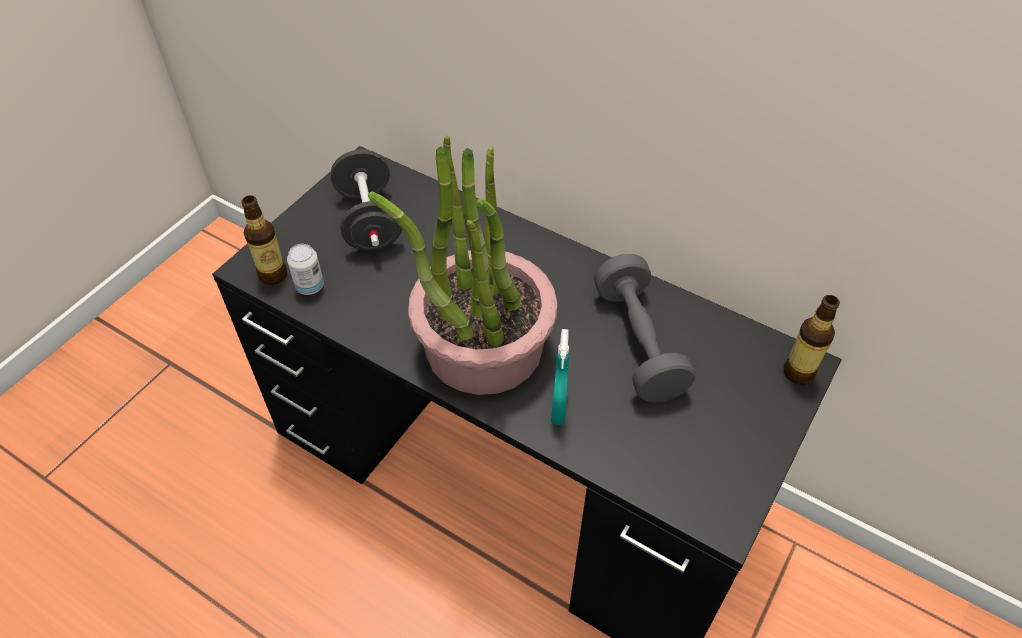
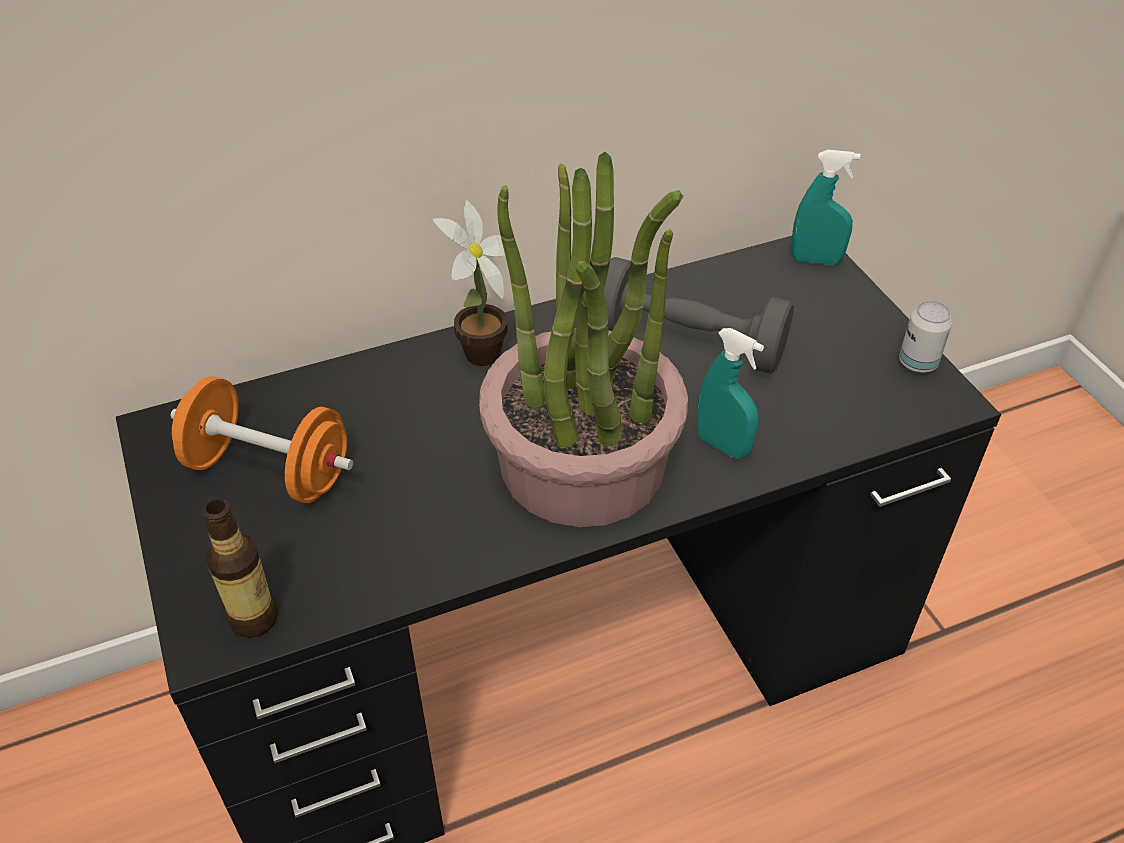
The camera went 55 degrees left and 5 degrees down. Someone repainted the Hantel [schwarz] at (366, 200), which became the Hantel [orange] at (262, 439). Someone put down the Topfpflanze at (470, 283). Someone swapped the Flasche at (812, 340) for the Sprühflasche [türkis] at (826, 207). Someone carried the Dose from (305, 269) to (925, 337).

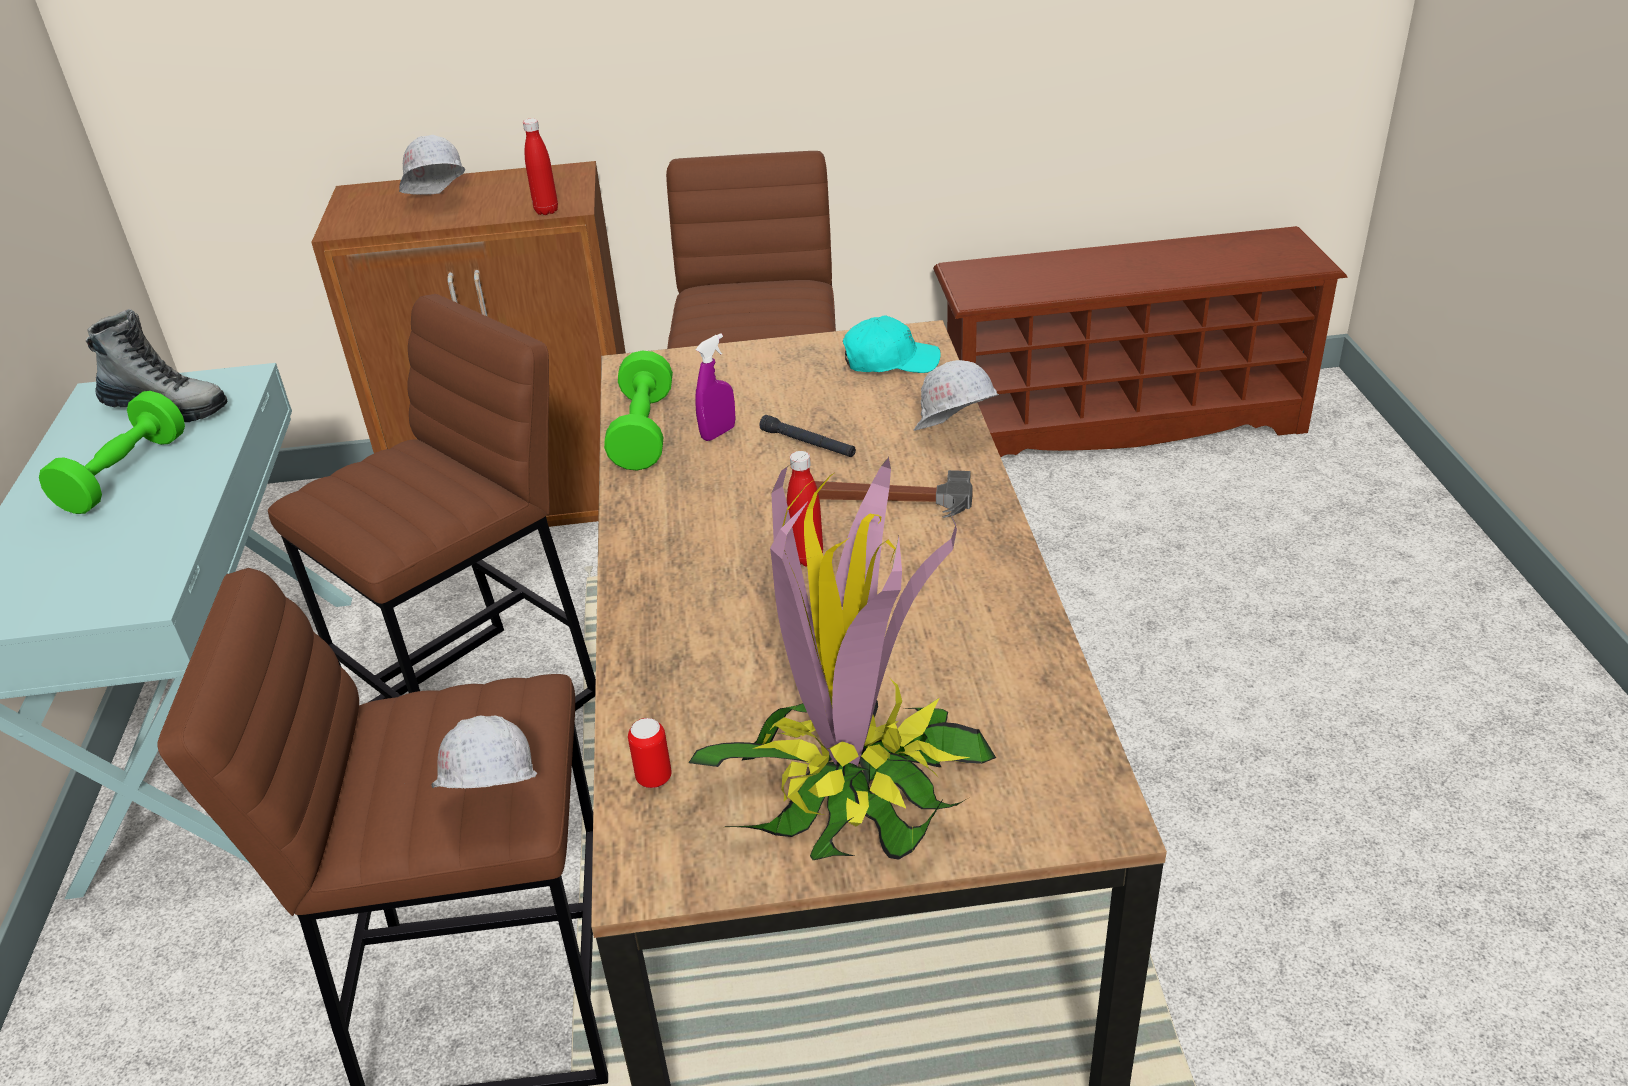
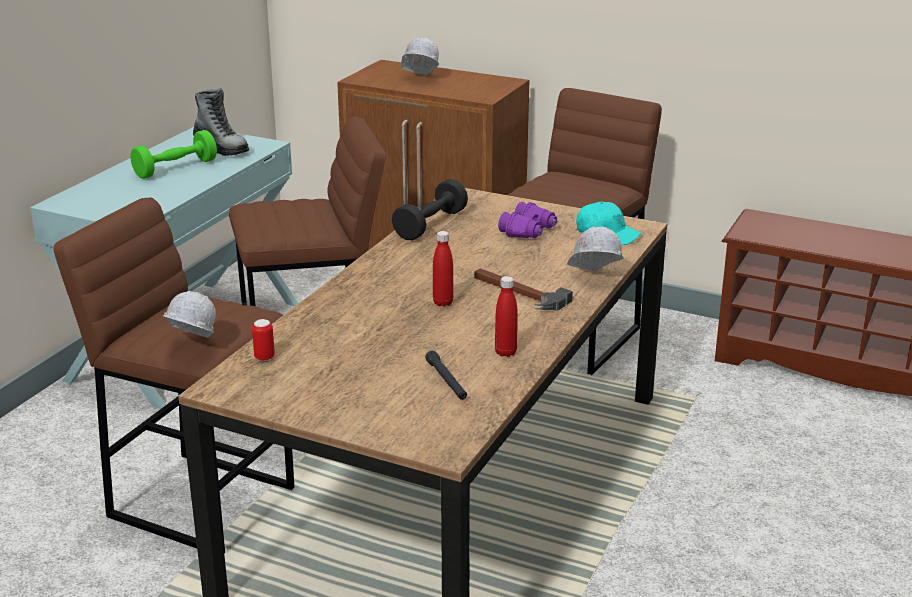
The camera went 30 degrees right and 10 degrees down. Someone repainted the Hantel [grün] at (638, 410), which became the Hantel [schwarz] at (430, 209). Someone carried the Taschenlampe [schwarz] from (807, 436) to (446, 375). Someone carried the Flasche [rot] from (540, 166) to (506, 316). Someone put down the Fernglas [lila] at (527, 220). Someone took away the Topfpflanze at (842, 658). Someone took away the Sprühflasche [lila] at (715, 387).

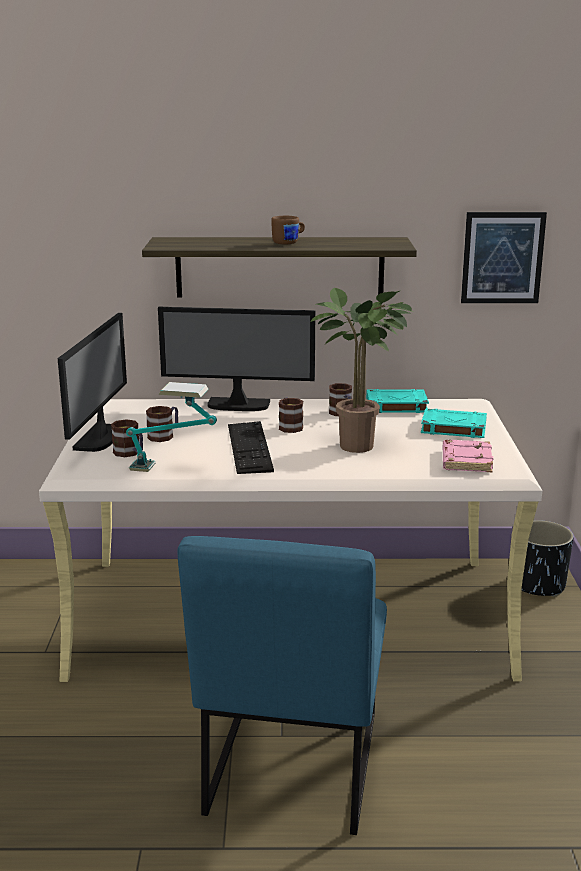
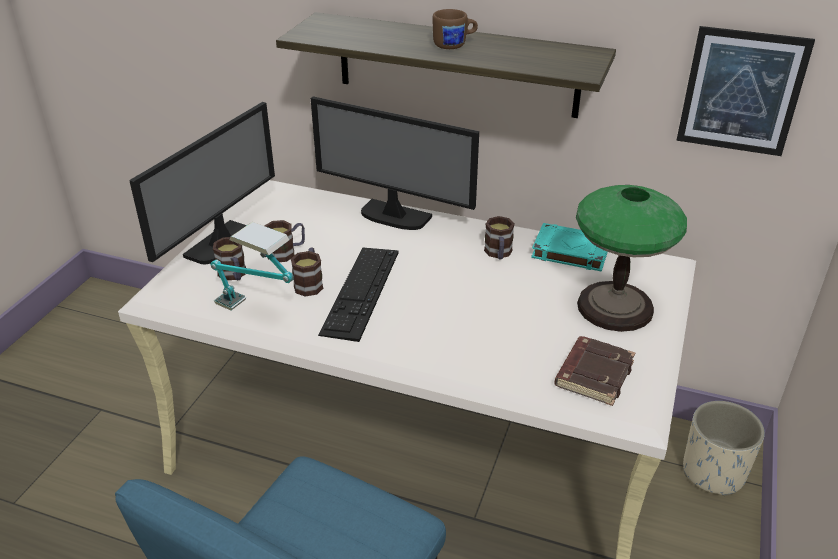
The camera went 20 degrees right and 15 degrees up. Someone carried the Henkelbecher from (291, 415) to (307, 272). Someone repainted the Buch [rosa] at (468, 456), which became the Buch [braun] at (595, 371). Someone swapped the Buch [türkis] at (454, 423) for the Tischlampe at (631, 258). Someone repainted the Pflanzkübel [schwarz] at (547, 558), which became the Pflanzkübel [beige] at (724, 448). Someone took away the Topfpflanze at (361, 370).

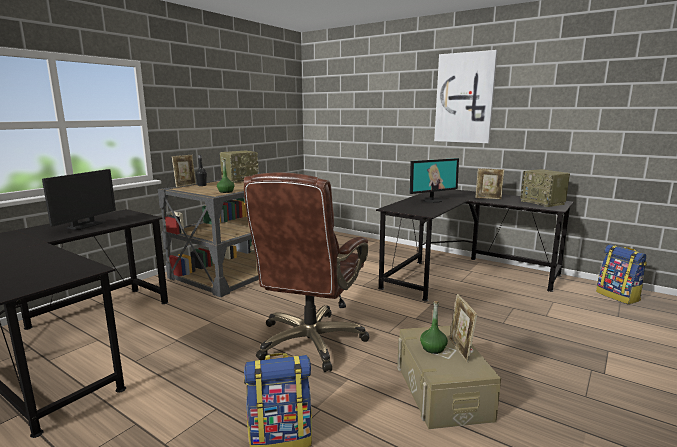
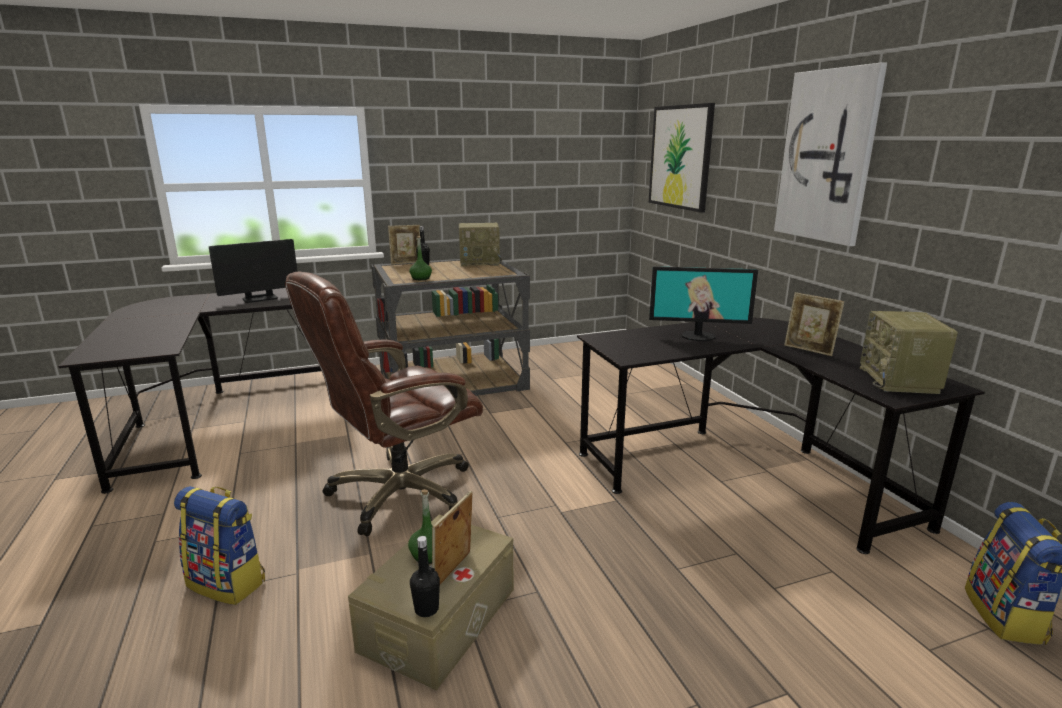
The camera went 35 degrees right and 5 degrees up. Someone put down the Flasche [schwarz] at (425, 576). Someone put up the Bild at (682, 158).

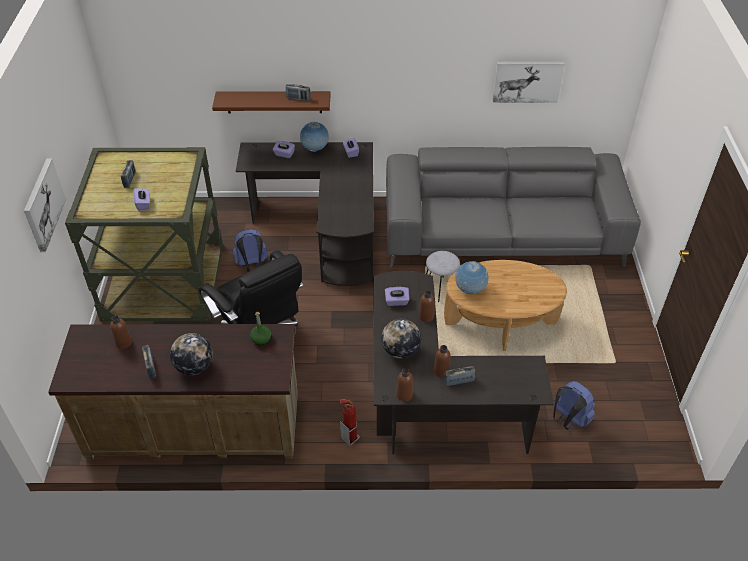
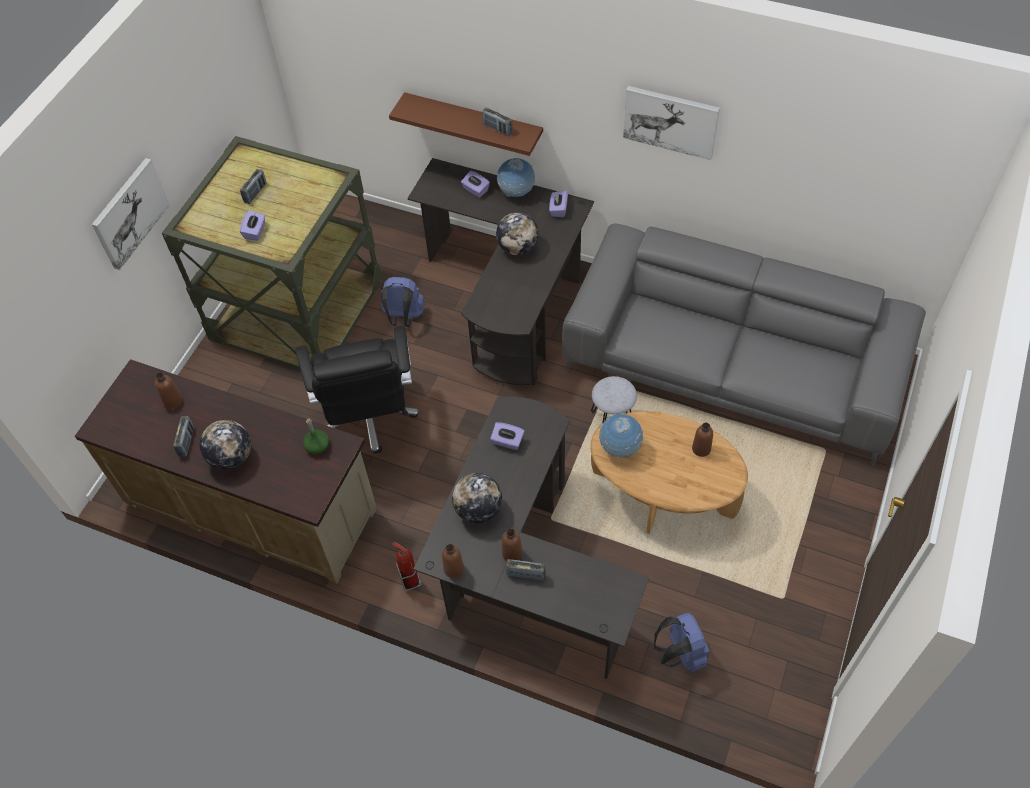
The camera went 25 degrees right and 10 degrees up. Someone put down the Globus at (517, 233). Someone carried the Bild from (529, 82) to (671, 123). Someone carried the Flasche [braun] from (426, 306) to (702, 440).

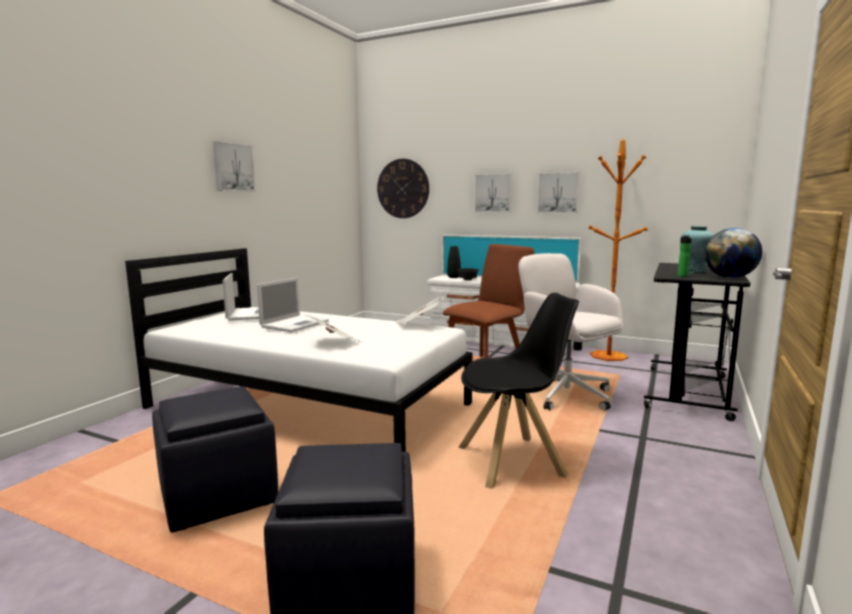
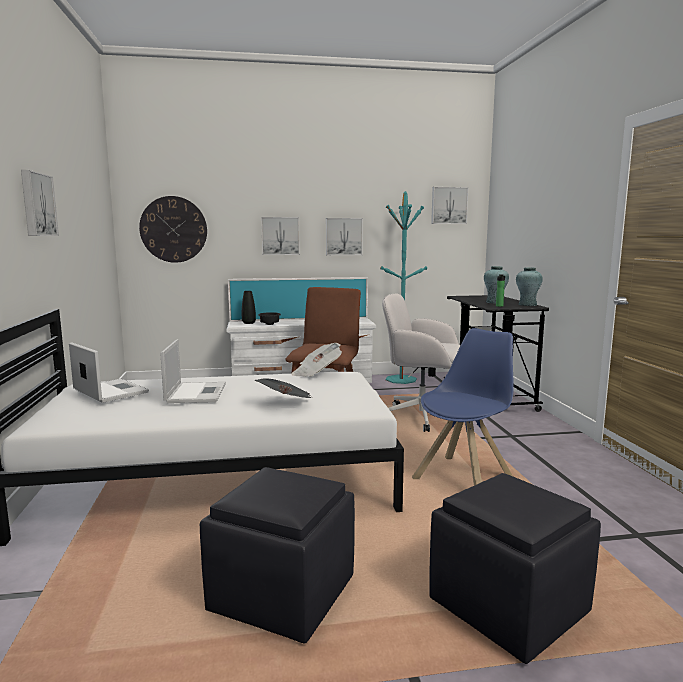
The camera went 35 degrees left and 0 degrees up. Someone repainted the Kleiderständer [orange] at (618, 250), which became the Kleiderständer [türkis] at (403, 287). Someone repainted the Stuhl [schwarz] at (518, 391), which became the Stuhl [blau] at (463, 407). Someone put up the Bild at (449, 205). Someone swapped the Globus at (733, 253) for the Vase [türkis] at (529, 286).

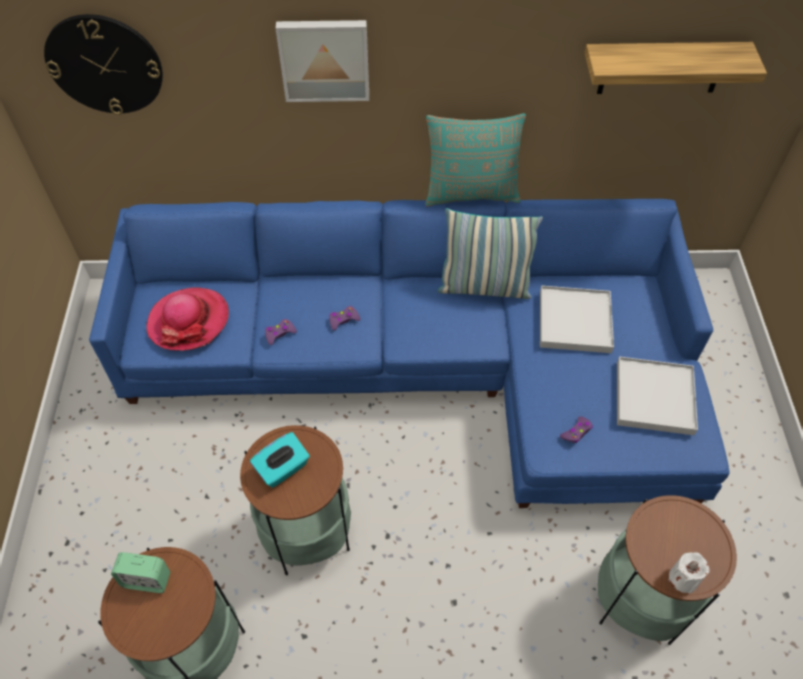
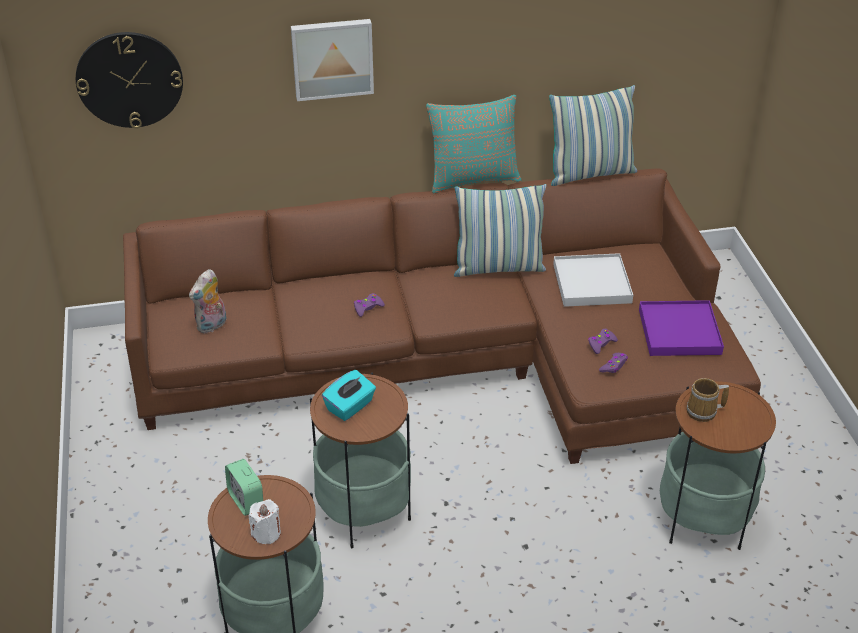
The camera went 10 degrees left and 15 degrees down. Someone repainted the Sofa [blau] at (409, 353), which became the Sofa [braun] at (442, 316). Someone swapped the Hut at (187, 319) for the Plüschtier at (208, 301). Someone rotated the Wecker at (140, 572) by 60 degrees clockwise. Someone carried the Kerze [weiß] from (688, 573) to (265, 521). Someone put down the Kissen at (593, 135). Someone carried the Gamepad [lila] from (281, 332) to (603, 341). Someone repainted the Tablett [weiß] at (657, 396), which became the Tablett [lila] at (681, 328). Someone put down the Henkelbecher at (708, 400). Someone took away the Wandregal at (676, 68).

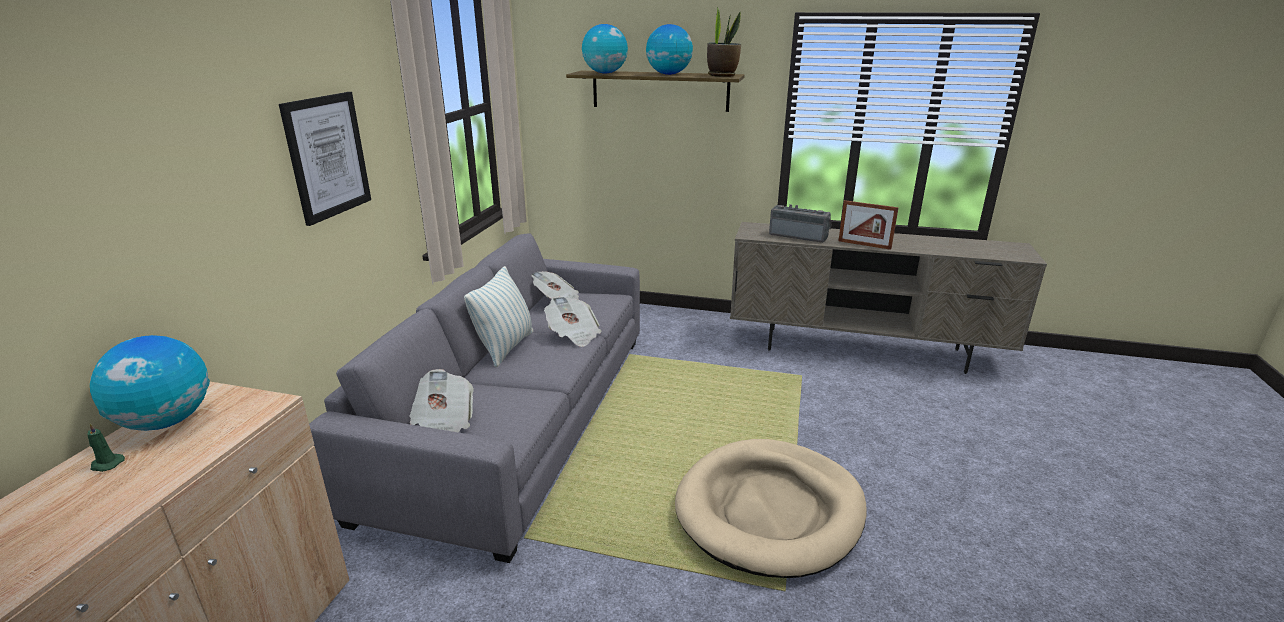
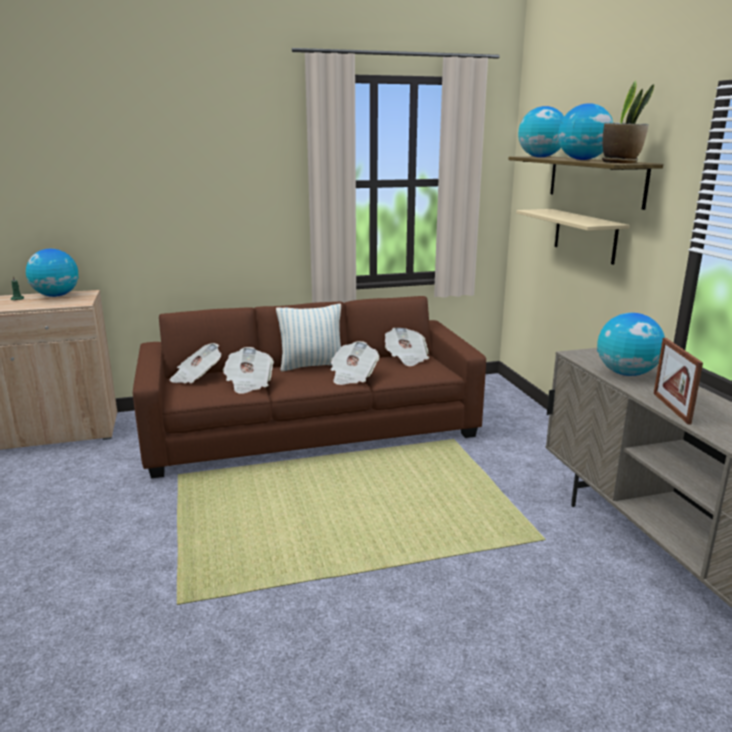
The camera went 60 degrees right and 5 degrees down. Someone repainted the Sofa [grau] at (474, 398), which became the Sofa [braun] at (309, 387). Someone put down the Zeitung at (248, 370). Someone put up the Wandregal [beige] at (573, 237). Someone swapped the Radio at (800, 223) for the Globus at (631, 344). Someone took away the Bild at (325, 159). Someone took away the Hundebett [beige] at (771, 508).

